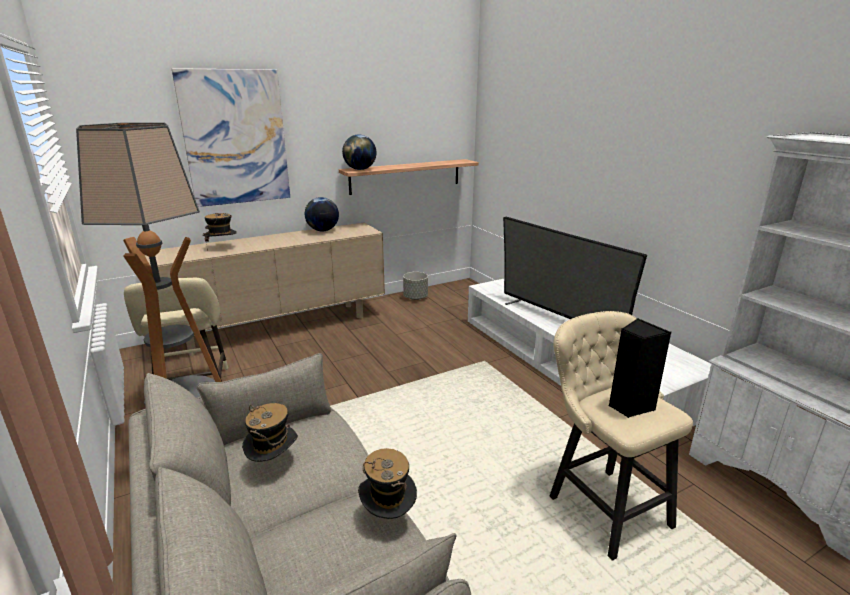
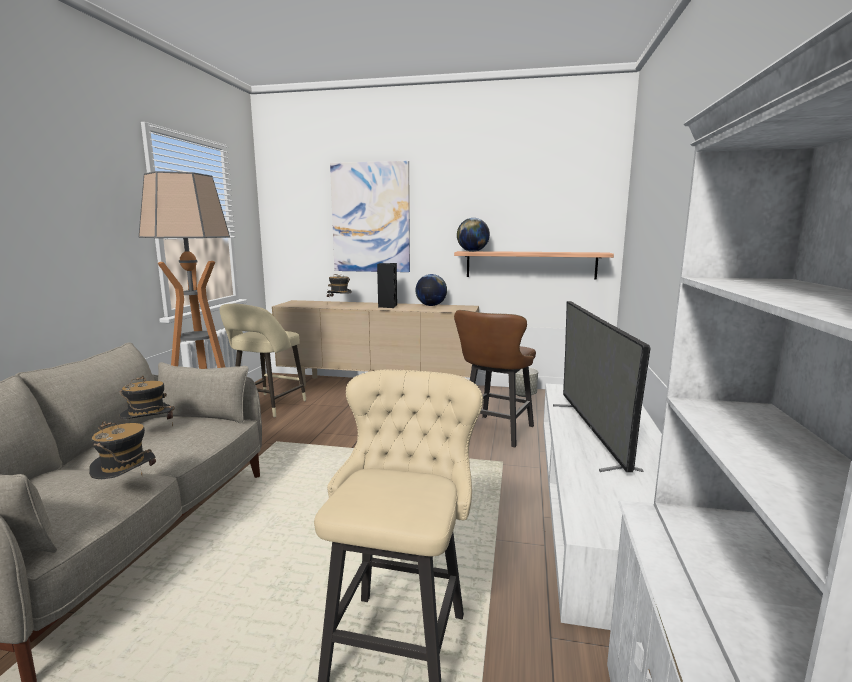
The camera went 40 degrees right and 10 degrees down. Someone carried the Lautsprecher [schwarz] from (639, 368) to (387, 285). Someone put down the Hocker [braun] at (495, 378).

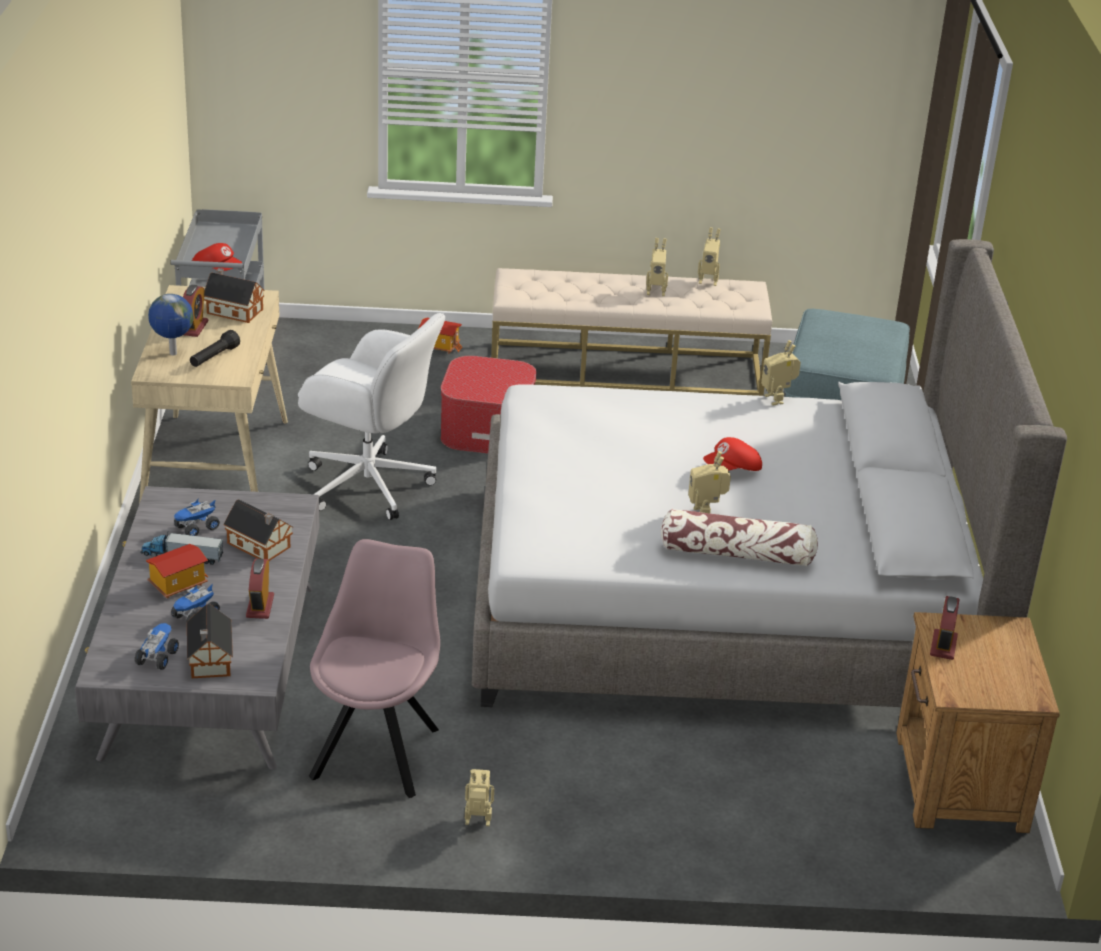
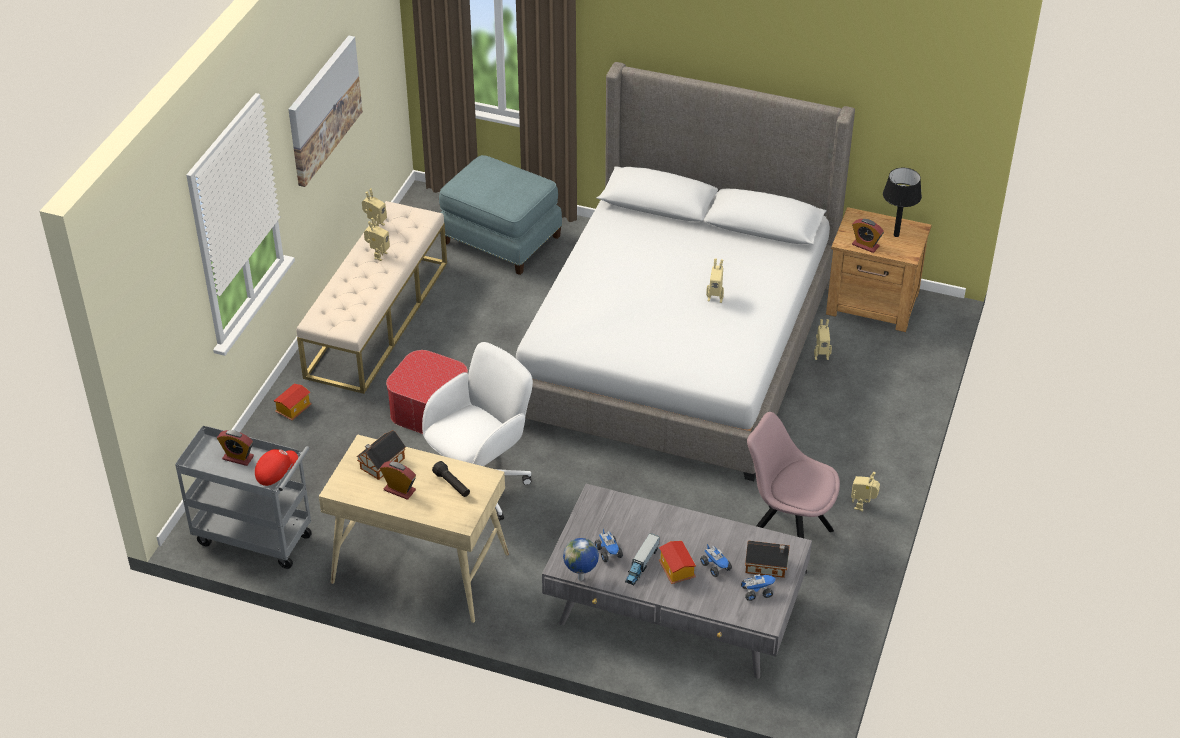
The camera went 70 degrees left and 10 degrees up. Someone carried the Wecker from (260, 589) to (235, 448). Someone put up the Bild at (325, 111). Someone carried the Globus from (170, 325) to (581, 559). Someone rotated the Spielzeuglaster at (157, 646) by 135 degrees clockwise. Someone carried the Spielzeugroboter from (781, 372) to (823, 339). Someone put down the Tischlampe [schwarz] at (902, 202). Someone took away the Spielzeughaus at (258, 530). Someone took away the Kissen at (739, 537). Someone took away the Kappe [rot] at (732, 454).

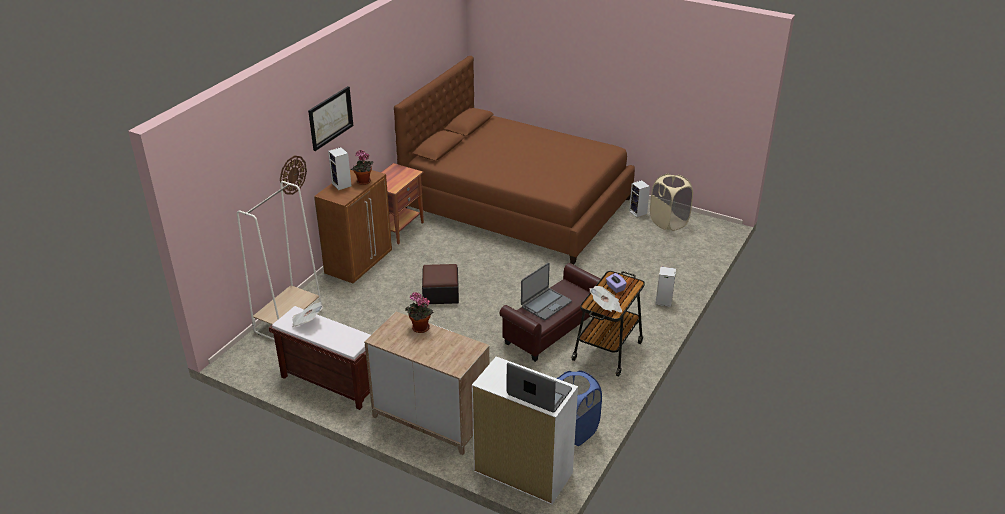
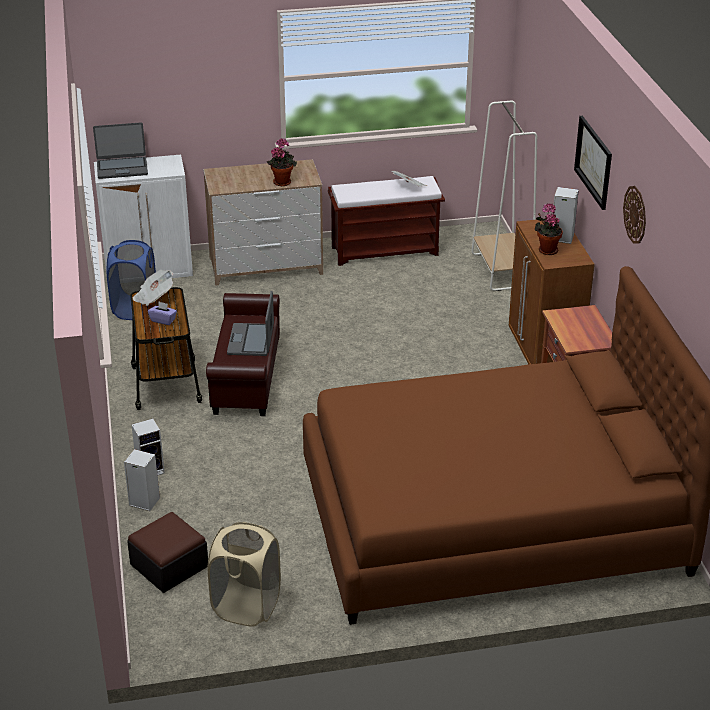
The camera went 140 degrees right and 0 degrees up. Someone carried the Lautsprecher from (639, 199) to (142, 480). Someone carried the Polsterhocker from (440, 284) to (167, 552). Someone carried the Wanduhr from (293, 175) to (634, 215).

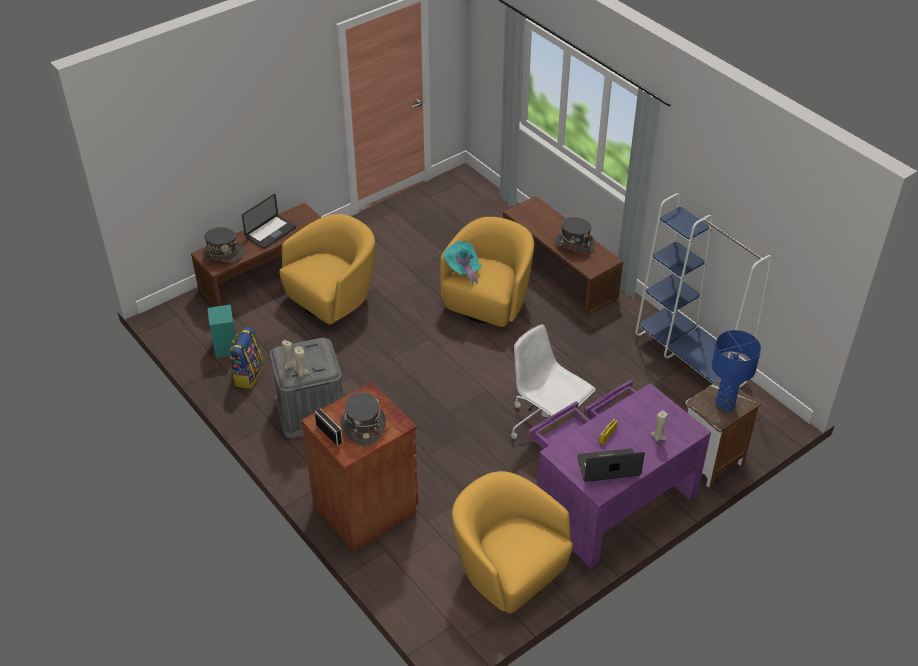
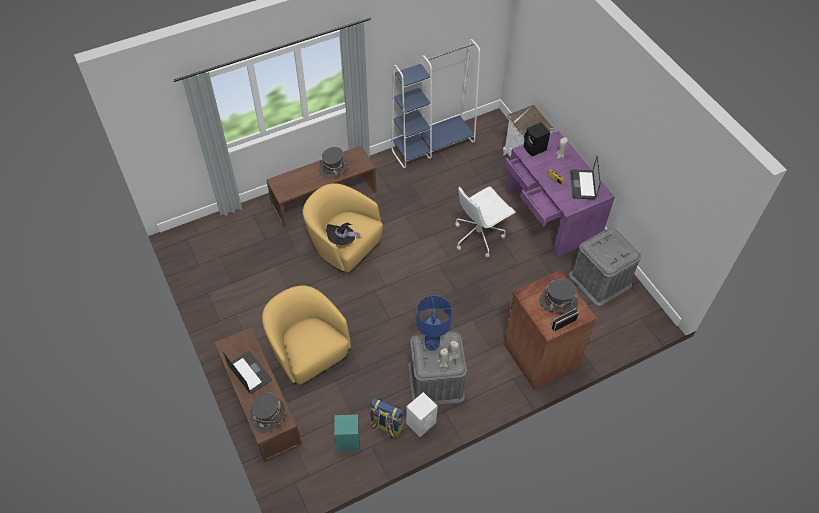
The camera went 80 degrees left and 10 degrees up. Someone repainted the Hut [türkis] at (463, 263), which became the Hut [schwarz] at (344, 233). Someone put down the Lautsprecher [weiß] at (421, 414). Someone carried the Tischlampe [blau] from (736, 370) to (434, 323). Someone put down the Lautsprecher [schwarz] at (537, 139). Someone swapped the Sessel [gelb] at (512, 542) for the Aufbewahrungsbox [grau] at (605, 267).

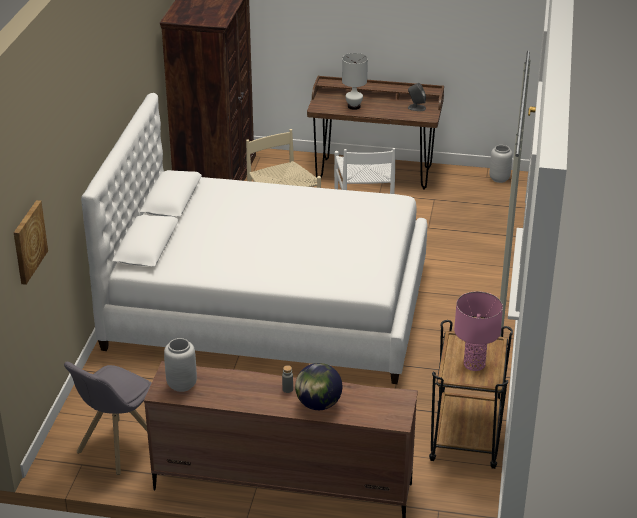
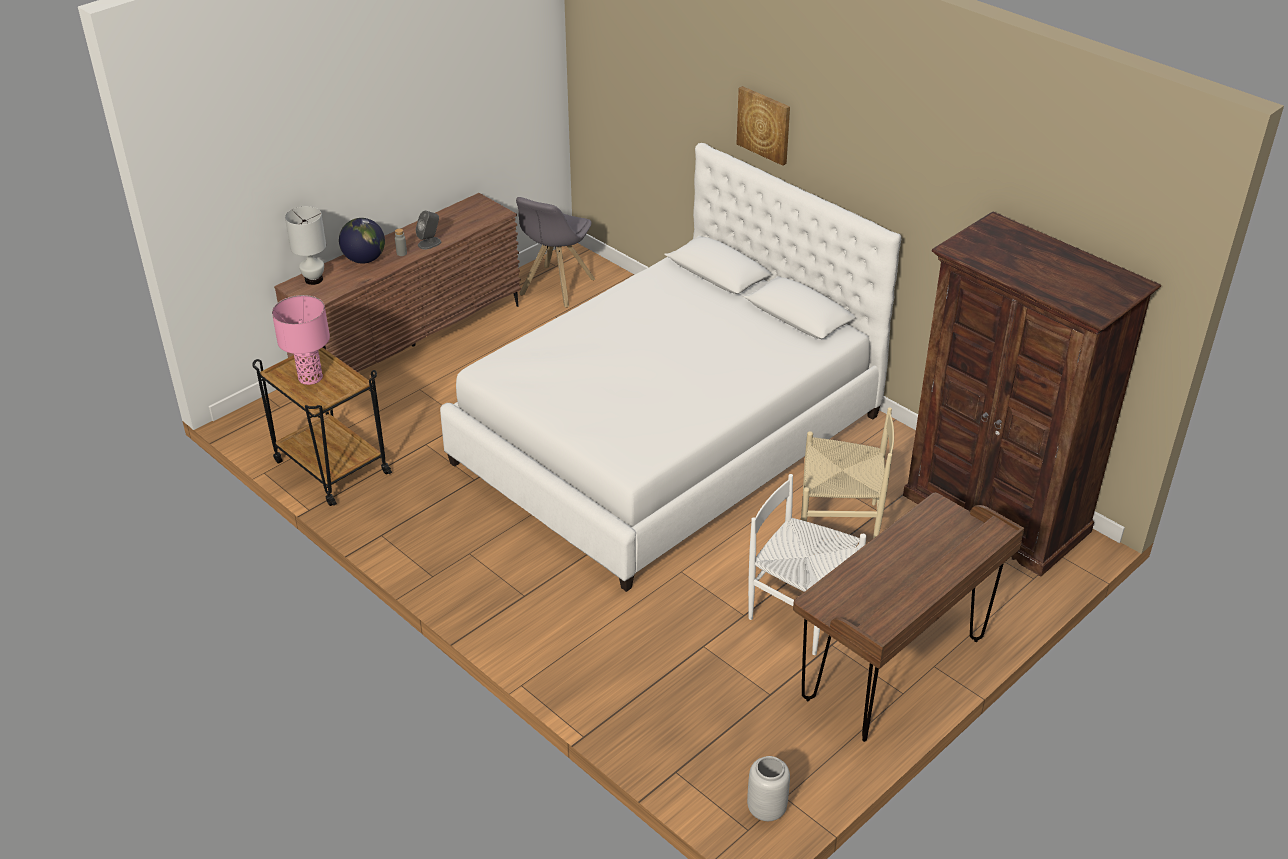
The camera went 125 degrees right and 5 degrees up. Someone carried the Tischlampe [weiß] from (355, 81) to (305, 245). Someone carried the Lautsprecher [grau] from (417, 97) to (429, 230). Someone rotated the Stuhl [grau] at (107, 418) by 135 degrees counterclockwise. Someone carried the Bild from (31, 242) to (763, 126). Someone took away the Vase [grau] at (180, 365).

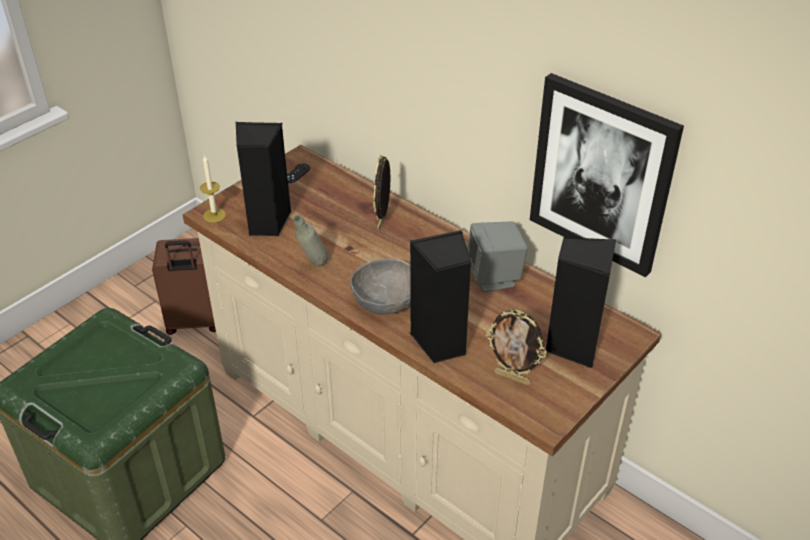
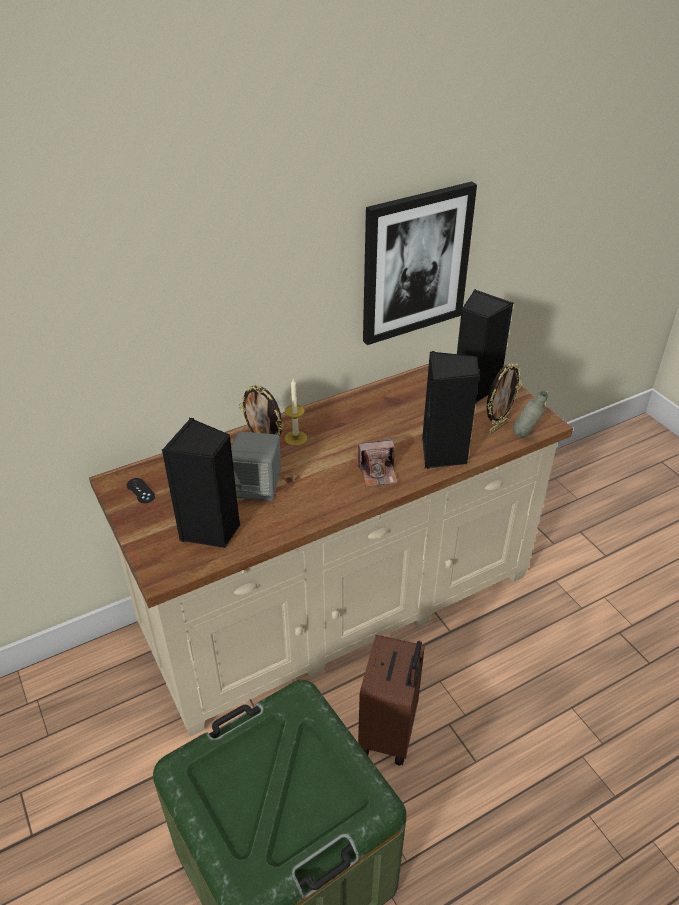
The camera went 70 degrees left and 0 degrees up. Someone carried the Lautsprecher [grau] from (497, 256) to (256, 466). Someone carried the Kerze from (213, 188) to (296, 412). Someone swapped the Schüssel [grau] at (380, 286) for the Kamera at (377, 462). Someone carried the Koffer [braun] from (184, 286) to (391, 700). Someone carried the Flasche [grau] from (310, 240) to (530, 414).

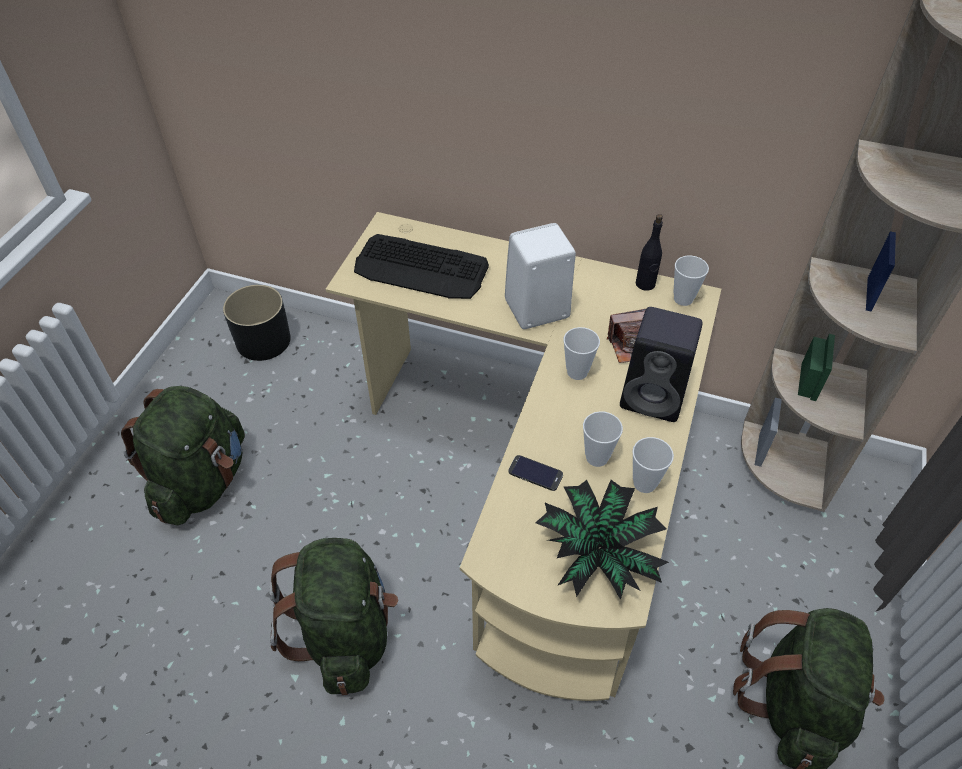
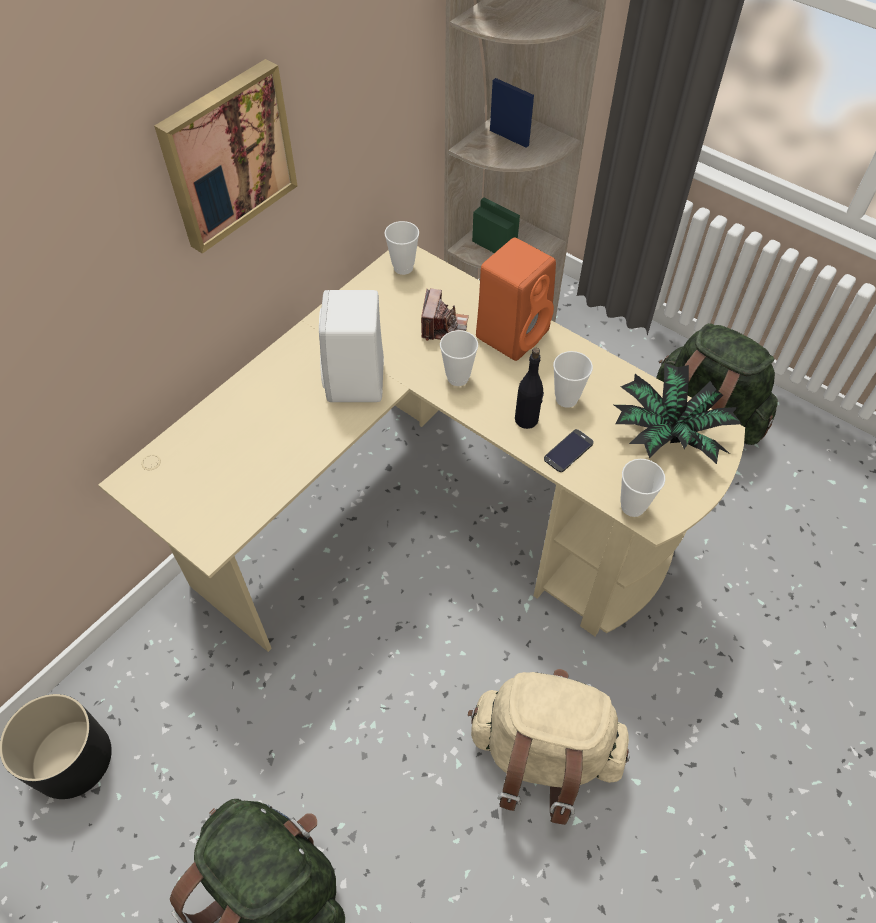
The camera went 70 degrees left and 5 degrees up. Someone put up the Bild at (226, 156). Someone repainted the Rucksack [grün] at (334, 616), which became the Rucksack [beige] at (549, 747). Someone repainted the Lautsprecher [schwarz] at (661, 364), which became the Lautsprecher [orange] at (516, 299). Someone carried the Flasche [schwarz] from (649, 252) to (529, 388). Someone carried the Tasse from (653, 465) to (642, 488). Someone took away the Tastatur at (421, 266).

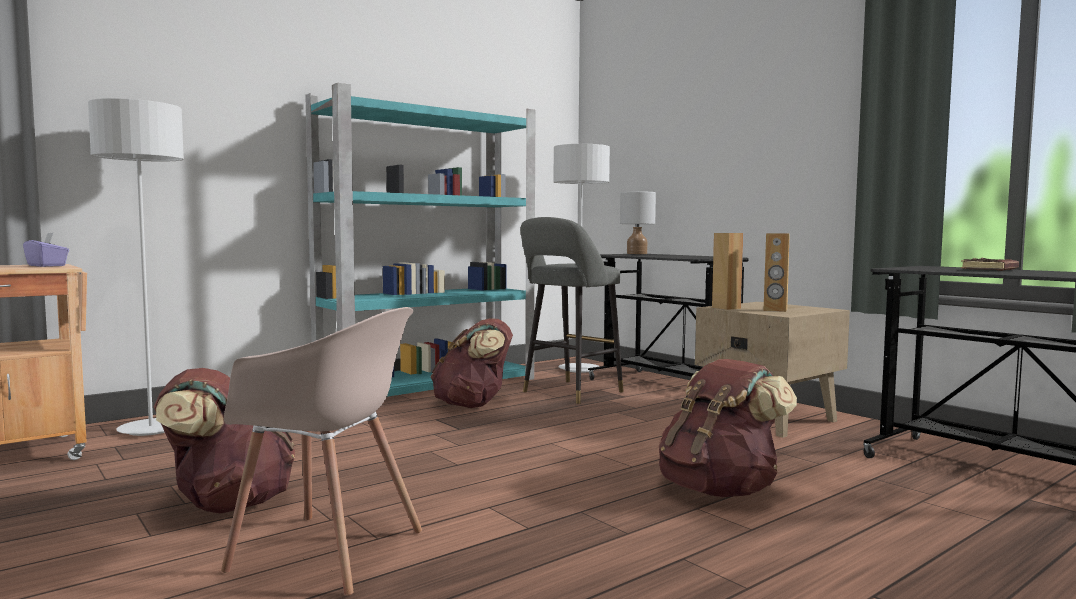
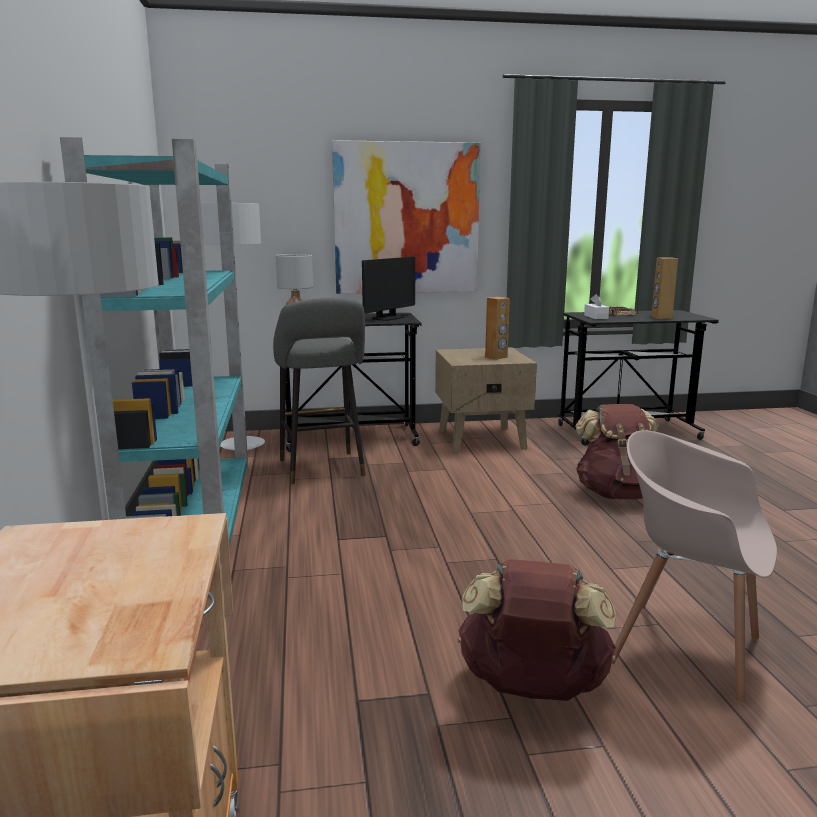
The camera went 60 degrees left and 10 degrees up. Someone put up the Bild at (406, 217). Someone put down the Monitor at (388, 289). Someone put down the Taschentuchbox [weiß] at (596, 306). Someone rotated the Stuhl [beige] at (321, 451) by 105 degrees counterclockwise. Someone carried the Lautsprecher [braun] from (727, 271) to (664, 288). Someone took away the Taschentuchbox [lila] at (46, 249). Someone took away the Rucksack [braun] at (472, 363).

